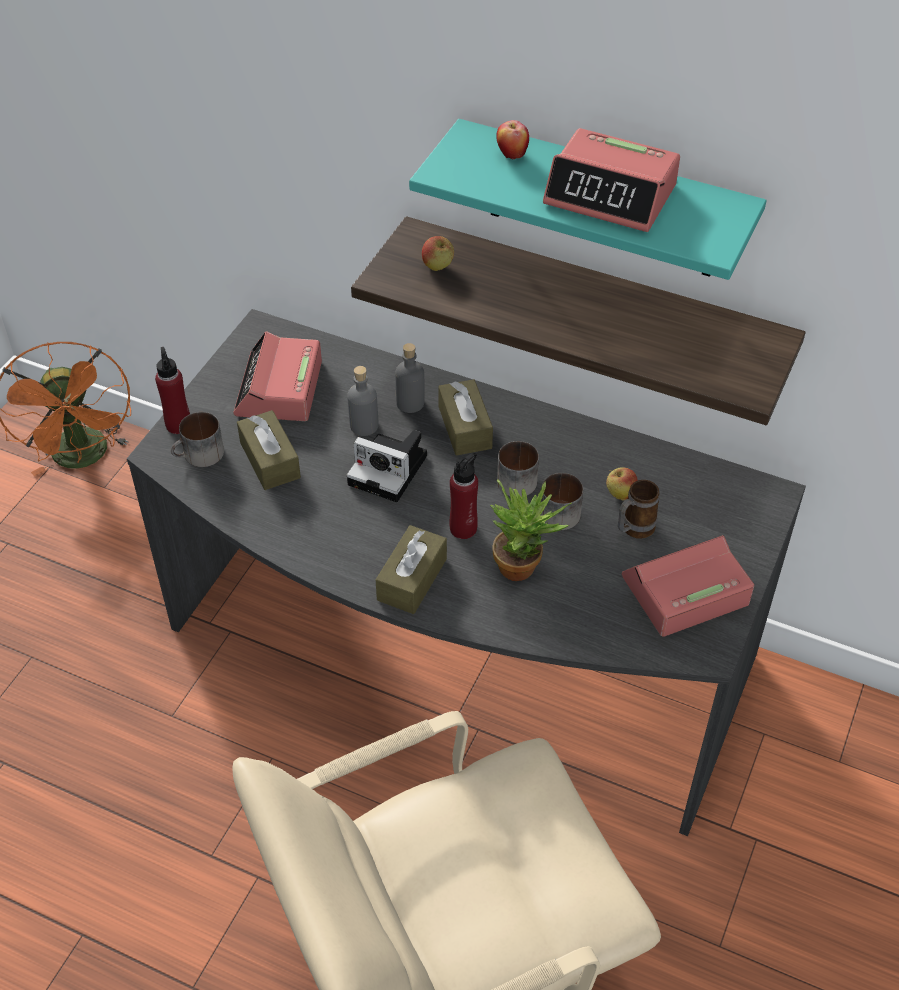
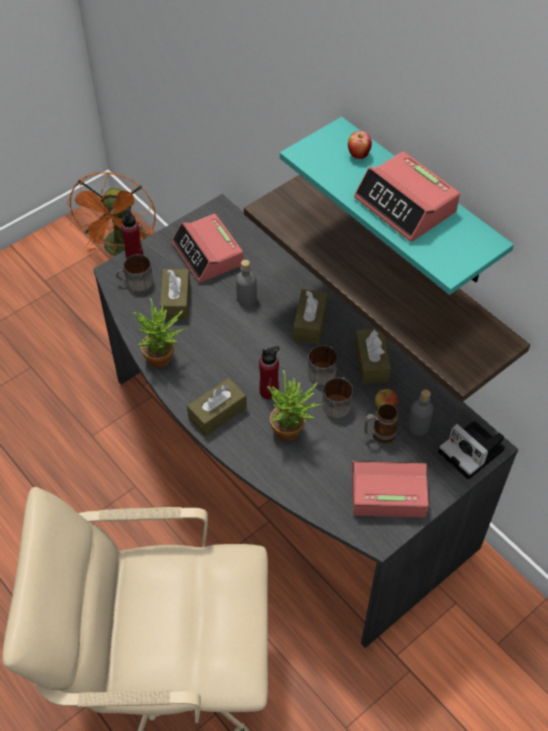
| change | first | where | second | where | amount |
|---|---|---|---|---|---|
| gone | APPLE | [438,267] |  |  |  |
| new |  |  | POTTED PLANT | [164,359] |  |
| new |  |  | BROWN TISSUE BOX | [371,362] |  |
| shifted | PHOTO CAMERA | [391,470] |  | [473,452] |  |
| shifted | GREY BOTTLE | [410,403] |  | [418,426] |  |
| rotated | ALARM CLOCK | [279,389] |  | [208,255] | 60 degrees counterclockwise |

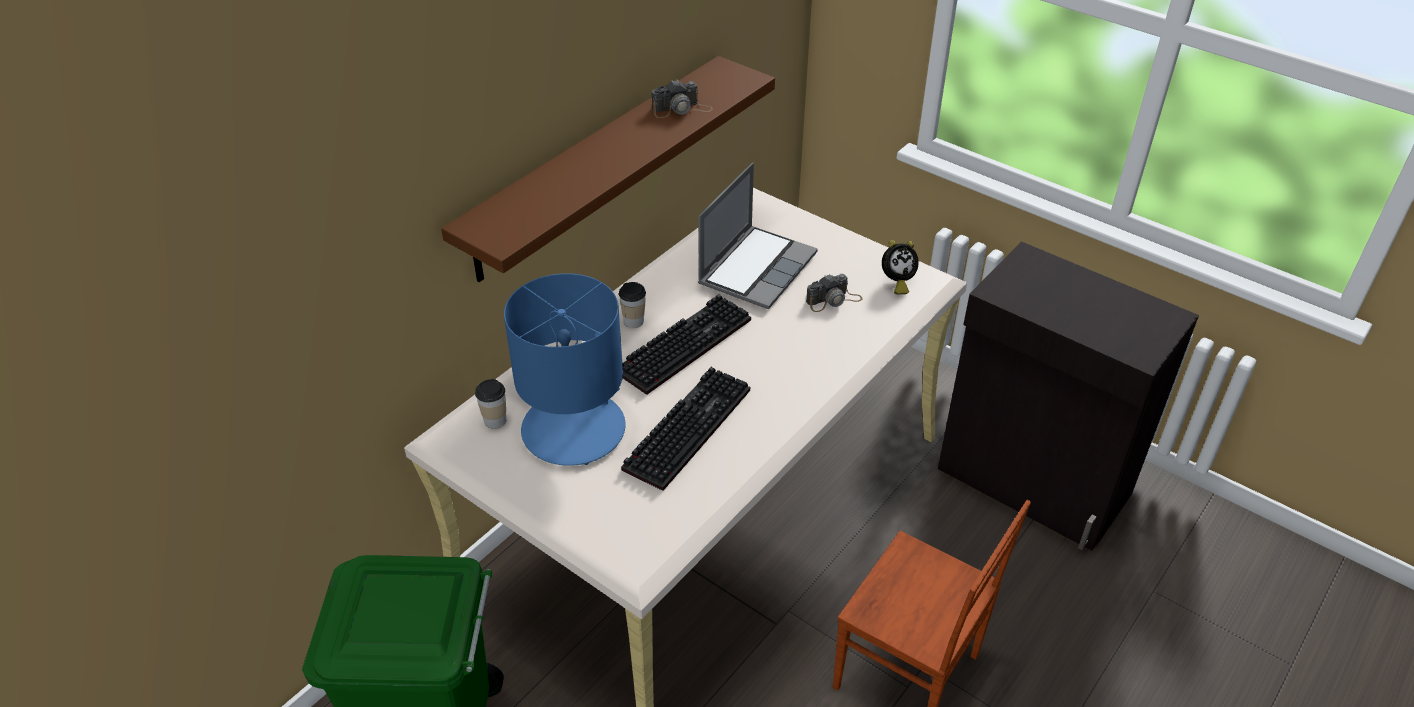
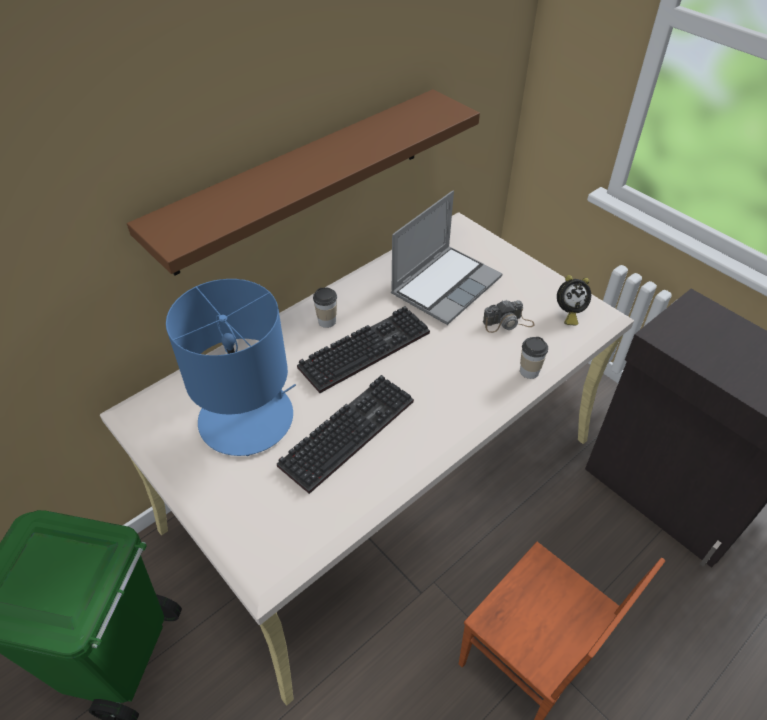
| change | first | where | second | where | amount |
|---|---|---|---|---|---|
| gone | PHOTO CAMERA | [681,109] |  |  |  |
| shifted | CUP | [495,420] |  | [529,371] |  |

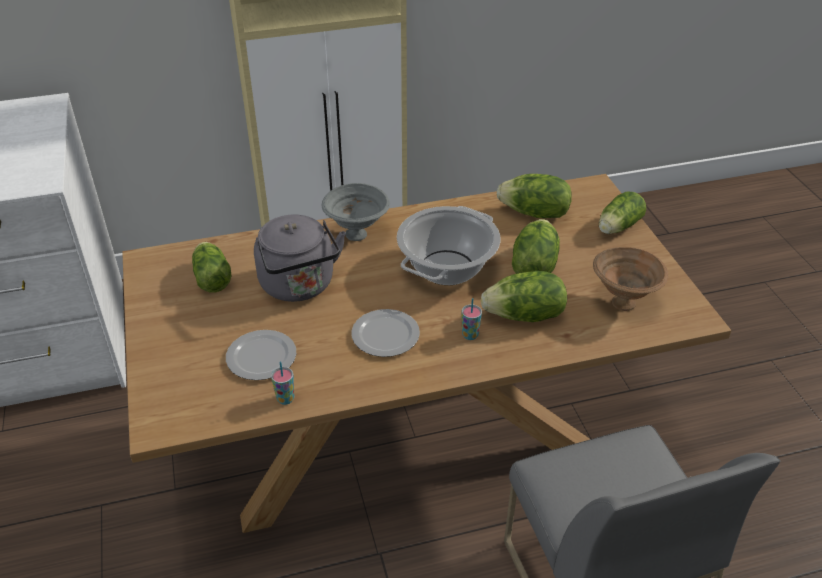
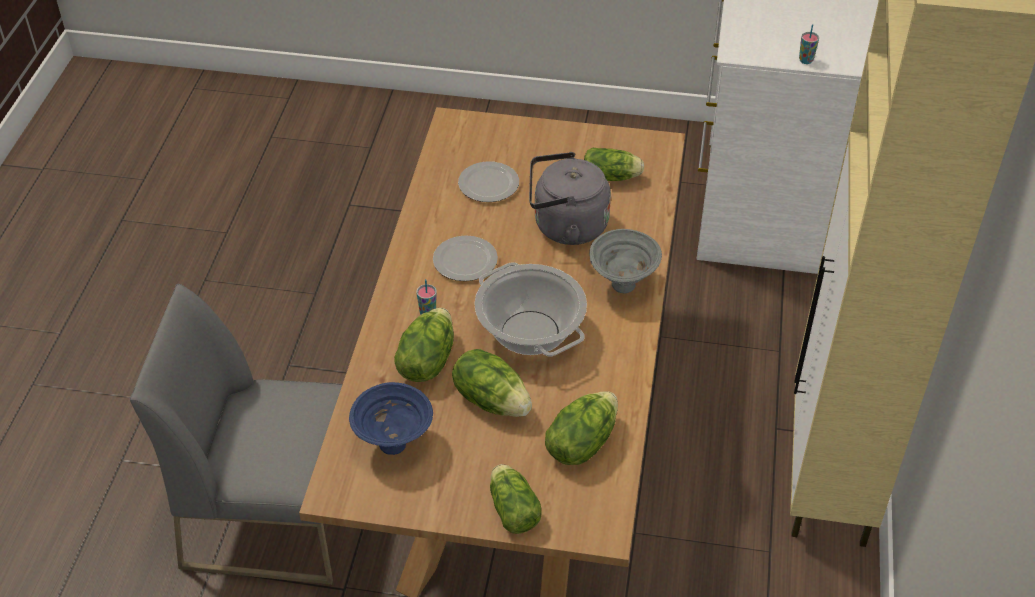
| change | first | where | second | where | amount |
|---|---|---|---|---|---|
| shifted | CUP | [285,399] |  | [805,60] |  |
| repainted | BROWN BOWL | [621,302] | BLUE BOWL | [395,444] |  |

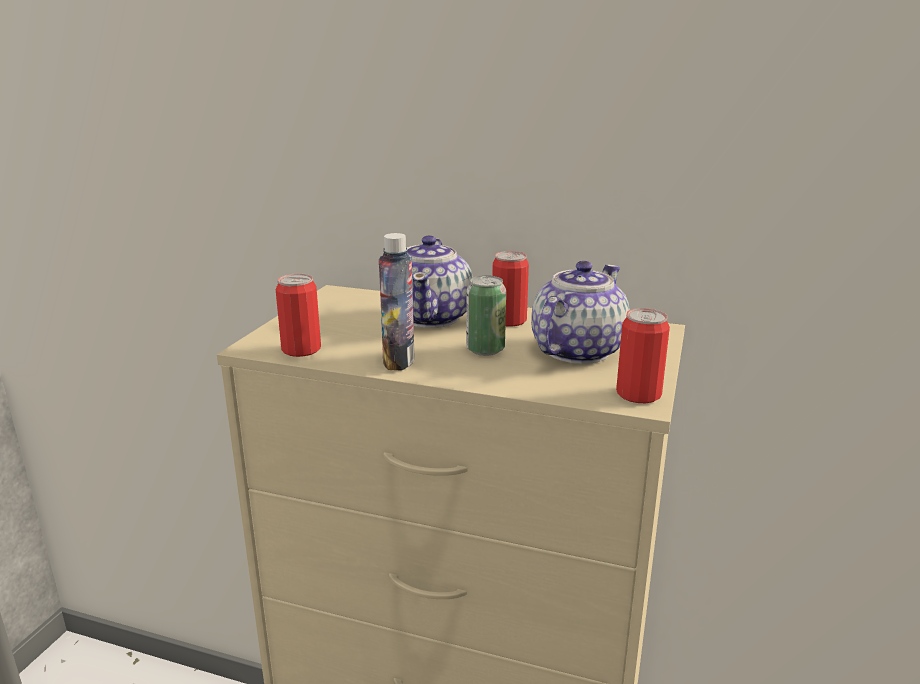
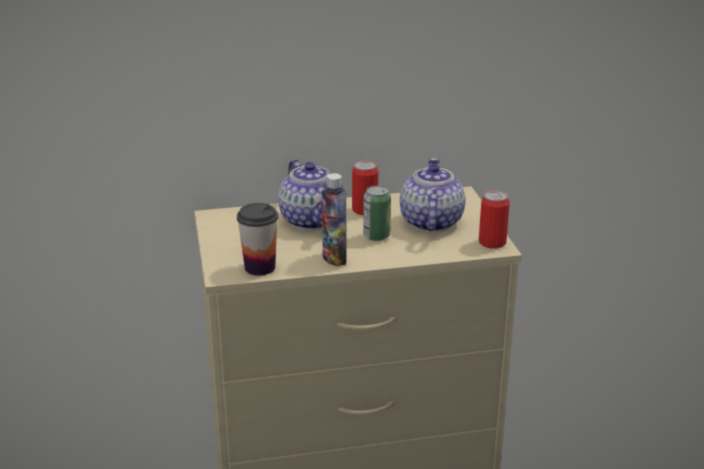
| change | first | where | second | where | amount |
|---|---|---|---|---|---|
| swapped | CAN | [301,349] | CUP | [260,267] |  |

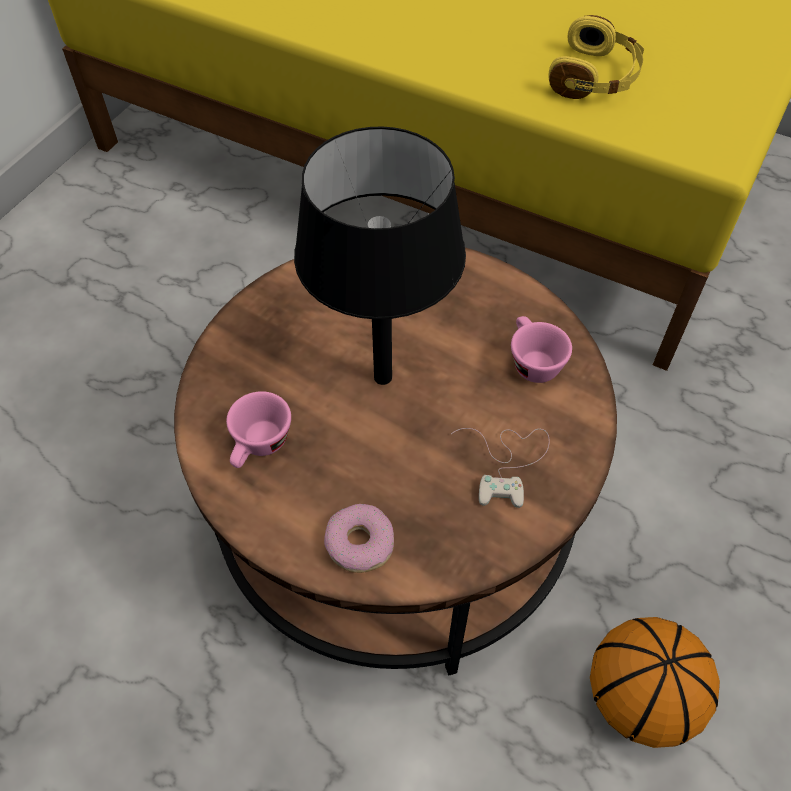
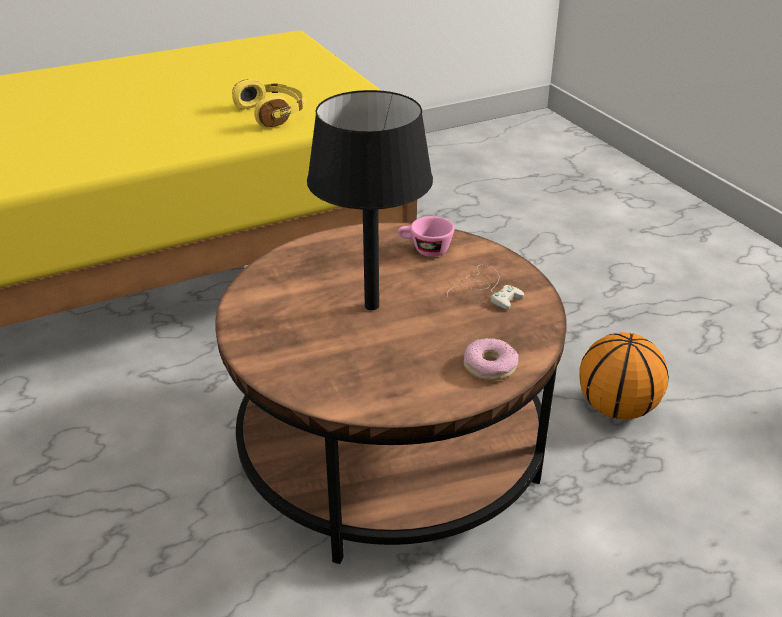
| change | first | where | second | where | amount |
|---|---|---|---|---|---|
| gone | PINK CUP | [260,446] |  |  |  |

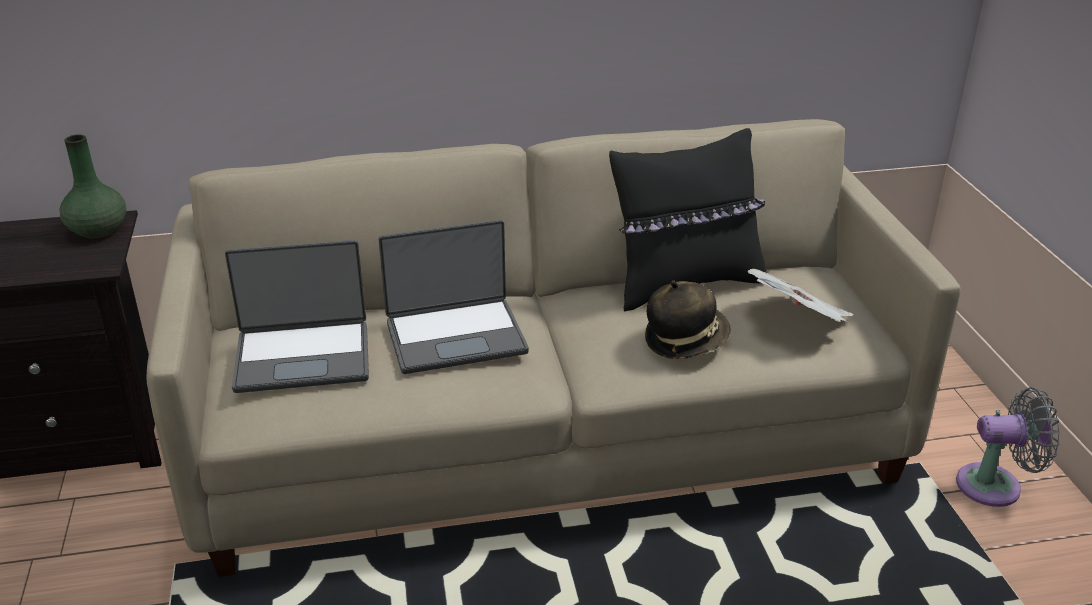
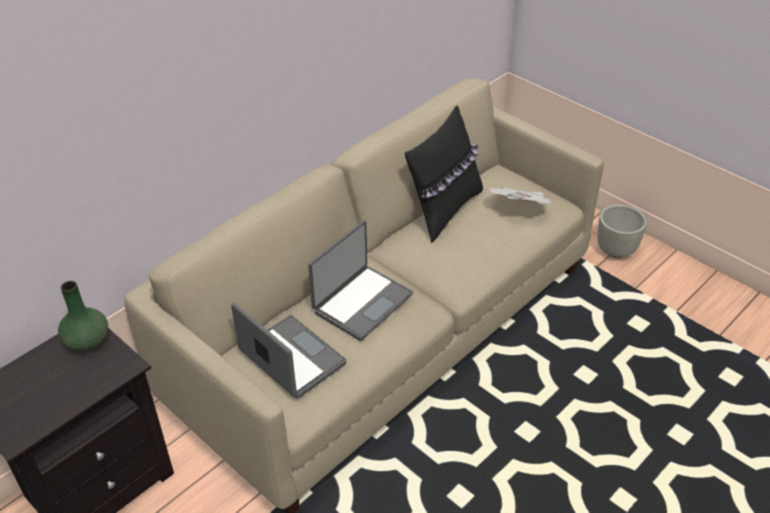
| change | first | where | second | where | amount |
|---|---|---|---|---|---|
| gone | HAT | [685,340] |  |  |  |
| swapped | GREY FAN | [995,485] | GREY PLANTER | [615,250] |  |
| rotated | LAPTOP | [303,356] |  | [290,359] | 90 degrees counterclockwise |

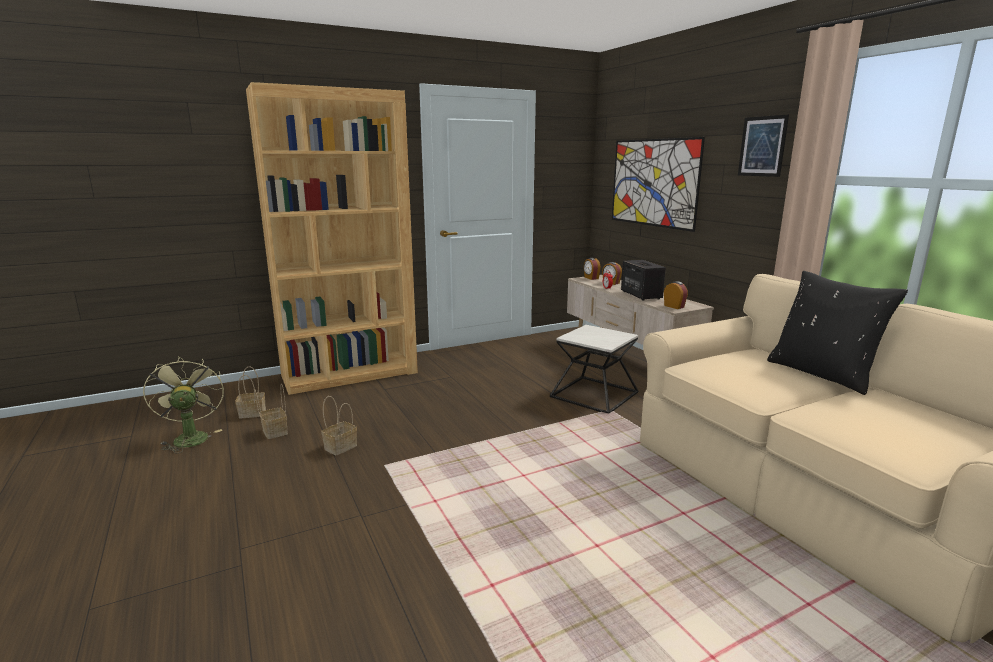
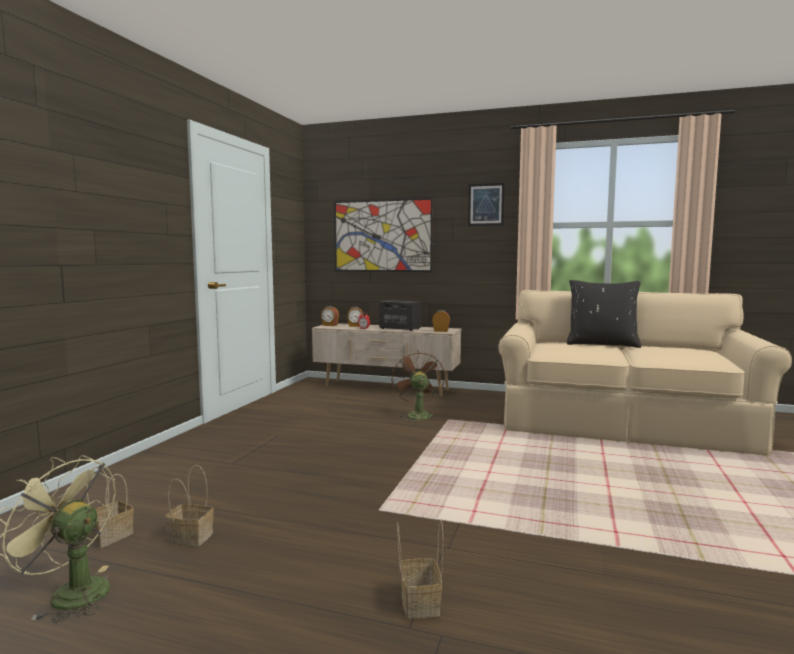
| change | first | where | second | where | amount |
|---|---|---|---|---|---|
| gone | BROWN BOOKCASE | [350,374] |  |  |  |
| shifted | BASKET | [341,446] |  | [419,602] |  |
| swapped | SIDE TABLE | [593,394] | BROWN FAN | [417,415] |  |

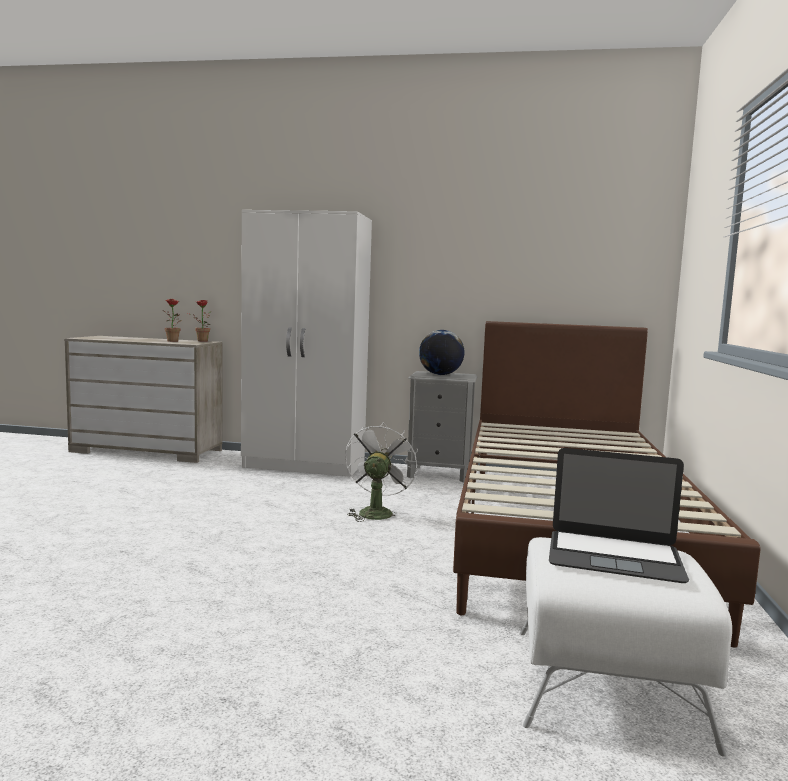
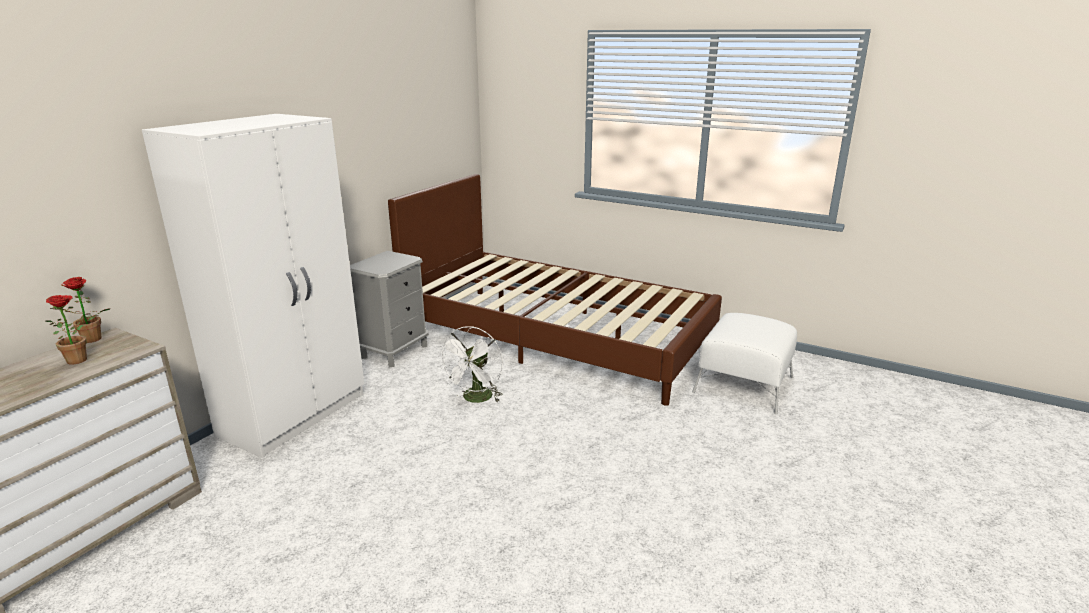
| change | first | where | second | where | amount |
|---|---|---|---|---|---|
| gone | GLOBE | [440,375] |  |  |  |
| gone | LAPTOP | [614,556] |  |  |  |
| rotated | WHITE FAN | [376,512] |  | [475,399] | 105 degrees counterclockwise |

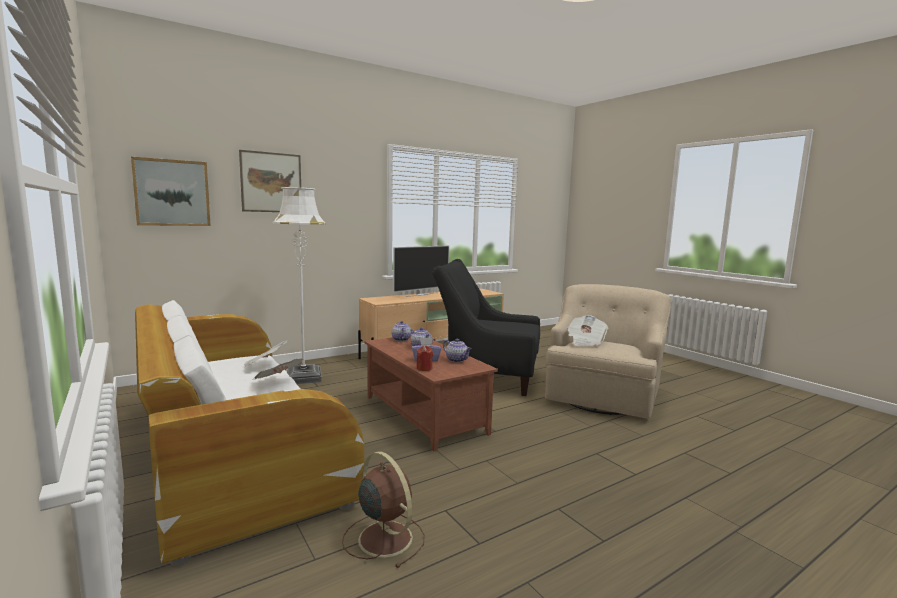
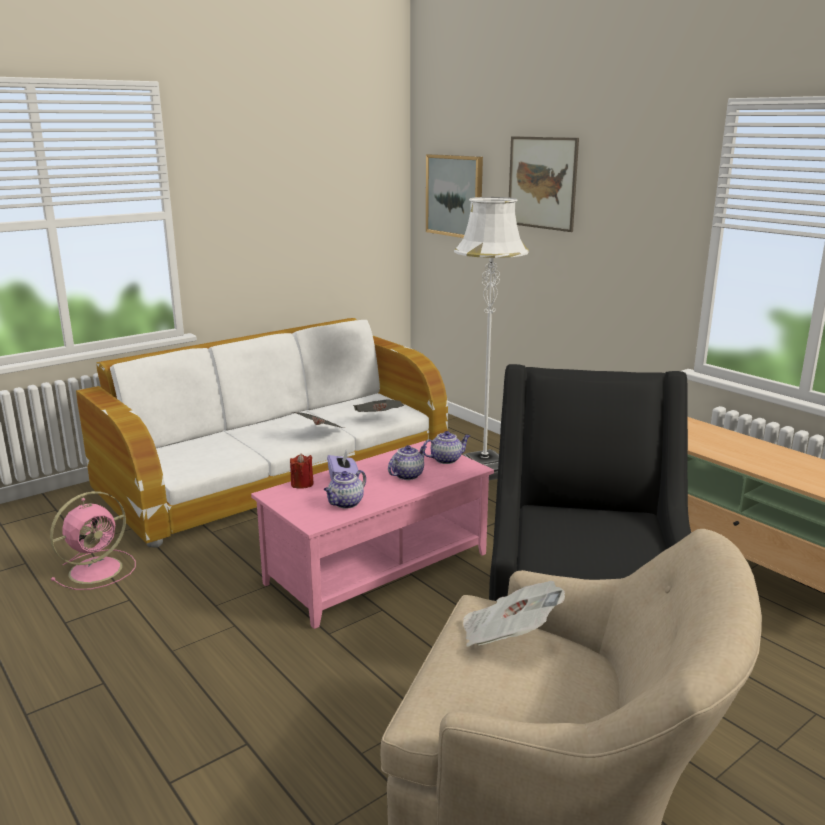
| change | first | where | second | where | amount |
|---|---|---|---|---|---|
| gone | TELEVISION | [419,294] |  |  |  |
| repainted | BROWN FAN | [383,537] | PINK FAN | [98,569] |  |
| repainted | BROWN COFFEE TABLE | [423,415] | PINK COFFEE TABLE | [377,567] |  |

